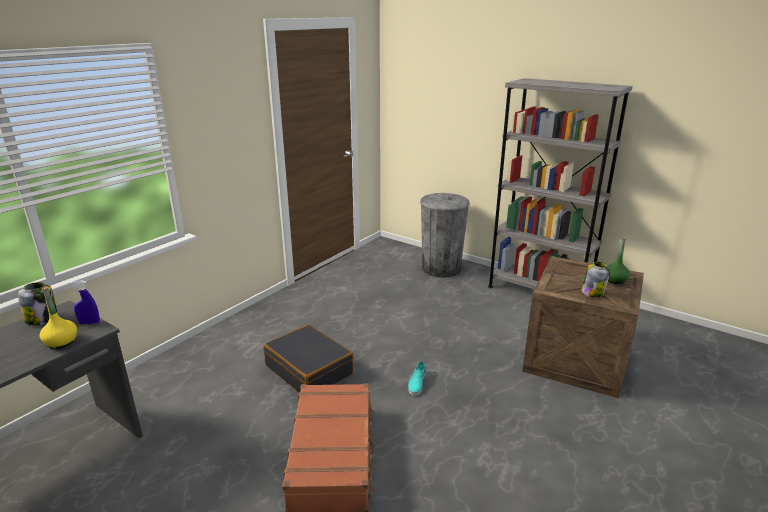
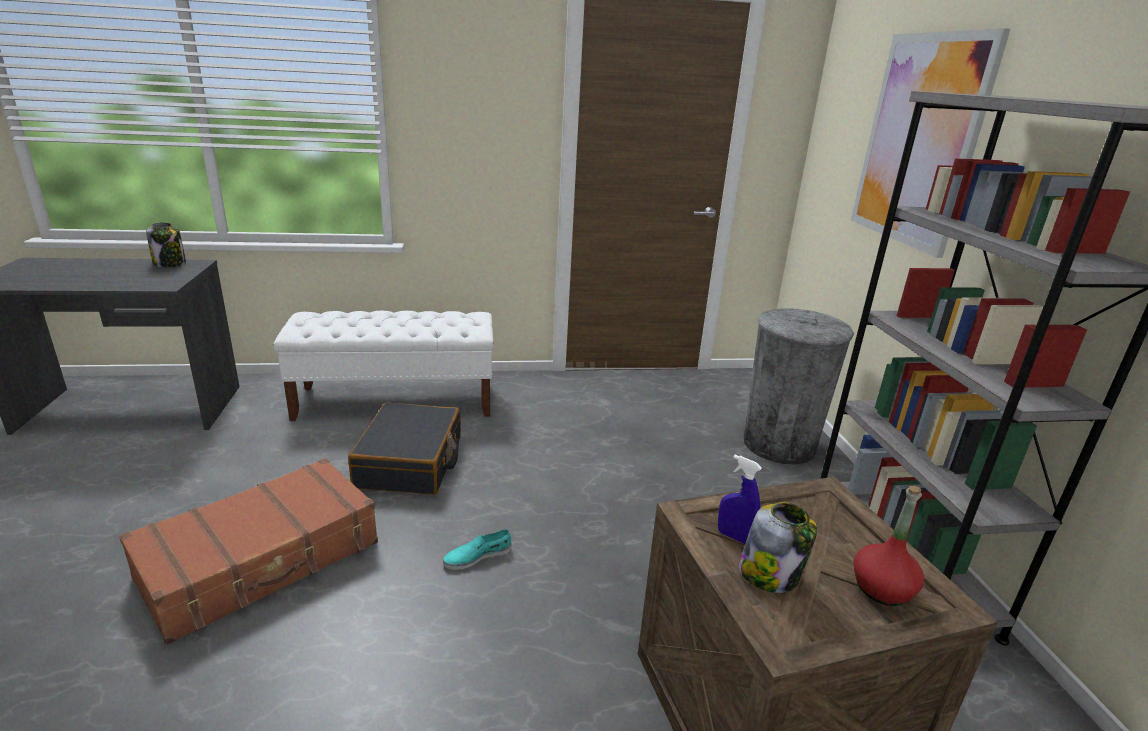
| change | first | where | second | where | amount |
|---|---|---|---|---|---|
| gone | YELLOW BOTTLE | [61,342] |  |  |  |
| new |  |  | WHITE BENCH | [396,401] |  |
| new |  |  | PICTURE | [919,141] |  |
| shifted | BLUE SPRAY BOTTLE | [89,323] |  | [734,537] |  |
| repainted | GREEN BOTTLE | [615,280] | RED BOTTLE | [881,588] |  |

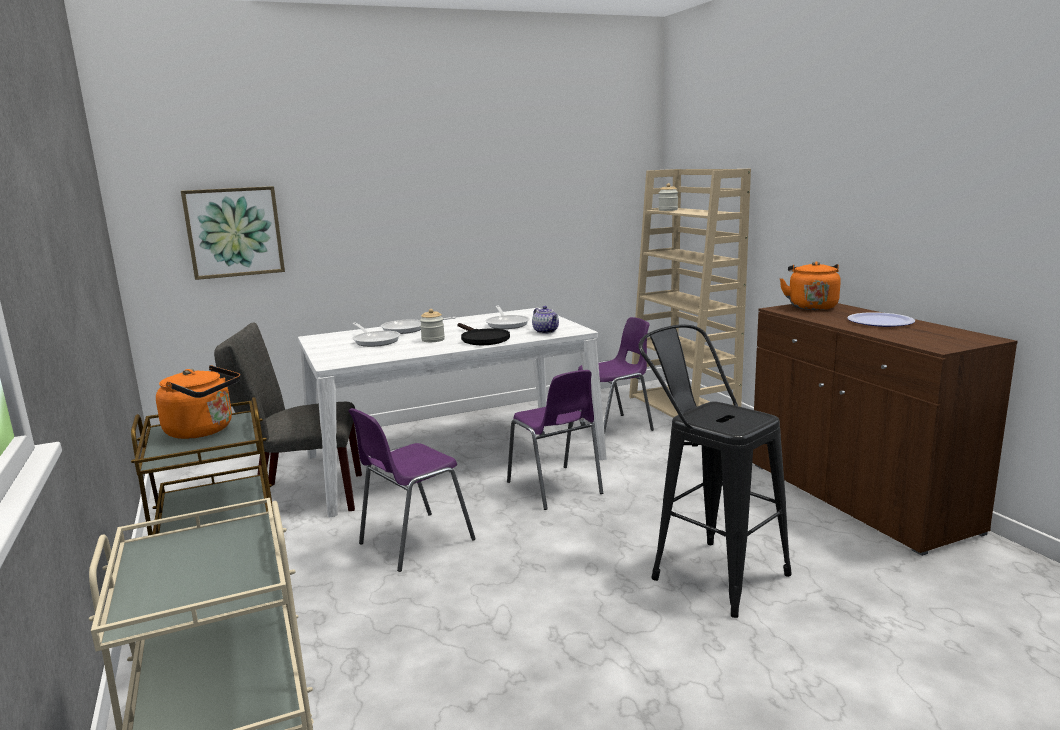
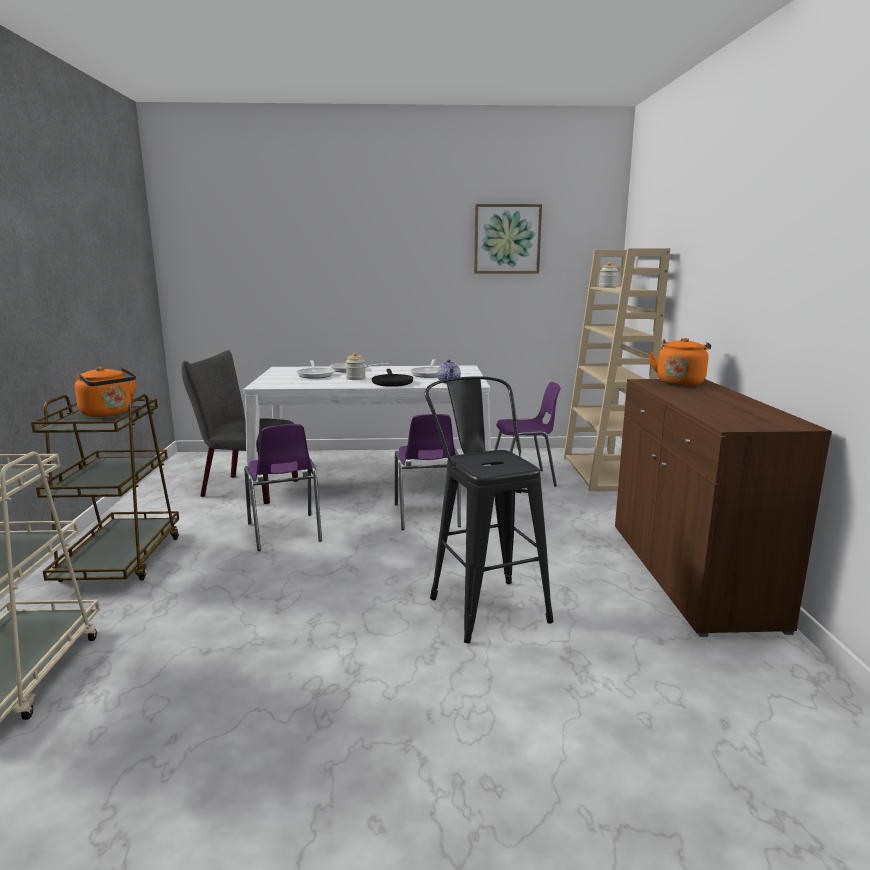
| change | first | where | second | where | amount |
|---|---|---|---|---|---|
| gone | PLATE | [880,321] |  |  |  |
| shifted | PICTURE | [234,232] |  | [507,239] |  |
| rotated | PURPLE CHAIR | [413,542] |  | [284,533] | 90 degrees counterclockwise |

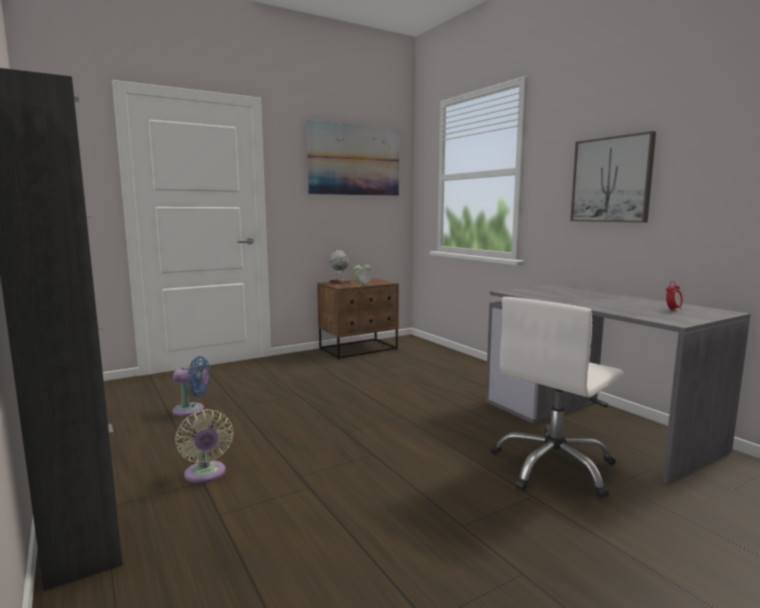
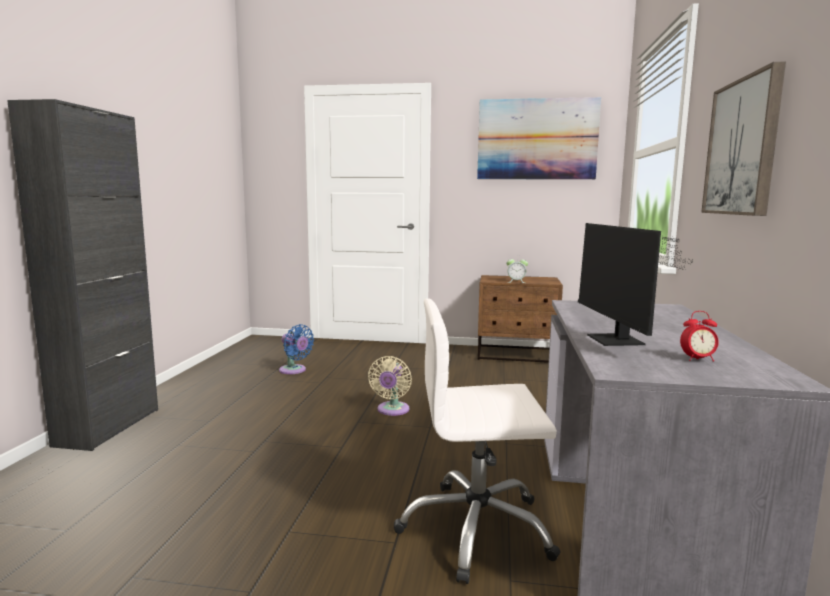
| change | first | where | second | where | amount |
|---|---|---|---|---|---|
| gone | GLOBE | [339,283] |  |  |  |
| new |  |  | MONITOR | [616,342] |  |
| shifted | BEIGE FAN | [205,475] |  | [392,410] |  |

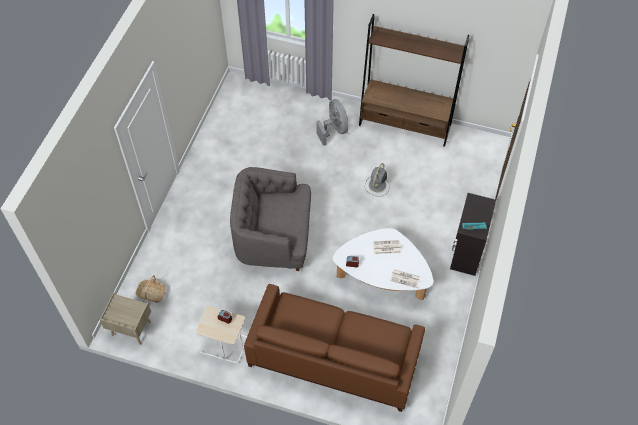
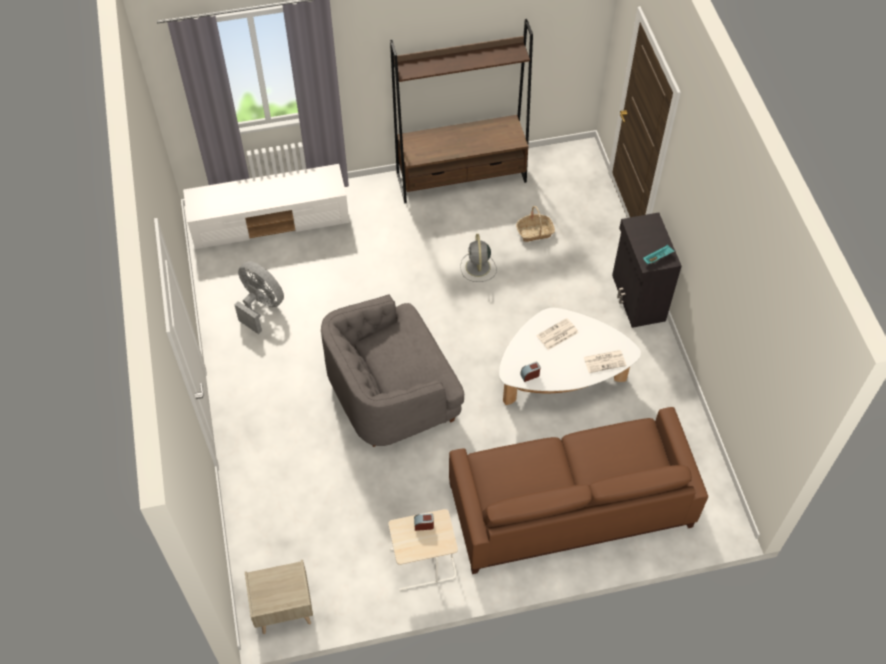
| change | first | where | second | where | amount |
|---|---|---|---|---|---|
| new |  |  | WHITE TV STAND | [271,221] |  |
| shifted | BASKET | [151,293] |  | [535,232] |  |
| shifted | GREY FAN | [334,130] |  | [261,305] |  |

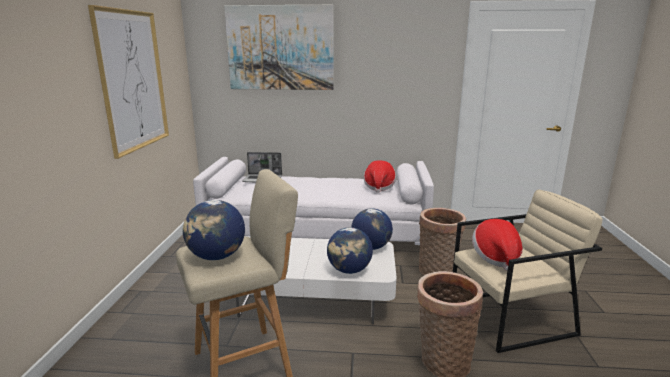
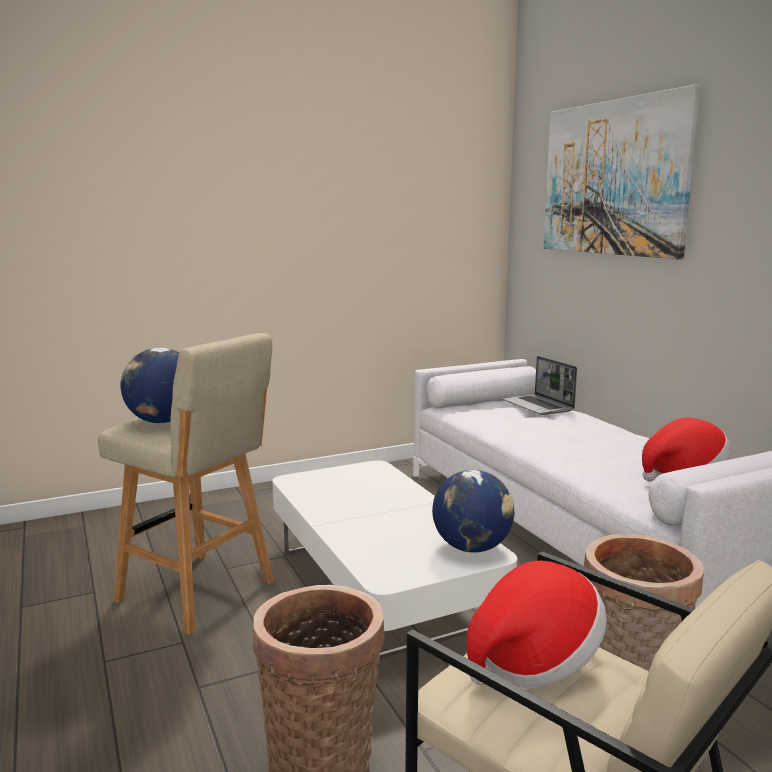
| change | first | where | second | where | amount |
|---|---|---|---|---|---|
| gone | PICTURE | [133,81] |  |  |  |
| gone | GLOBE | [349,270] |  |  |  |

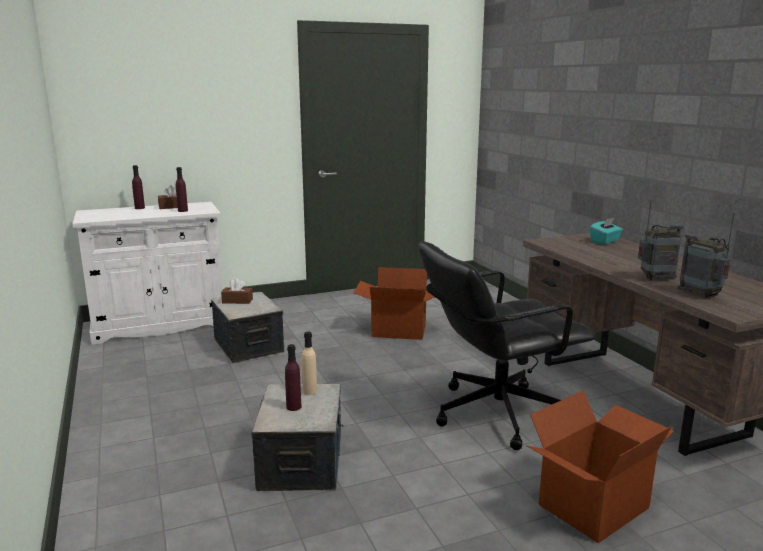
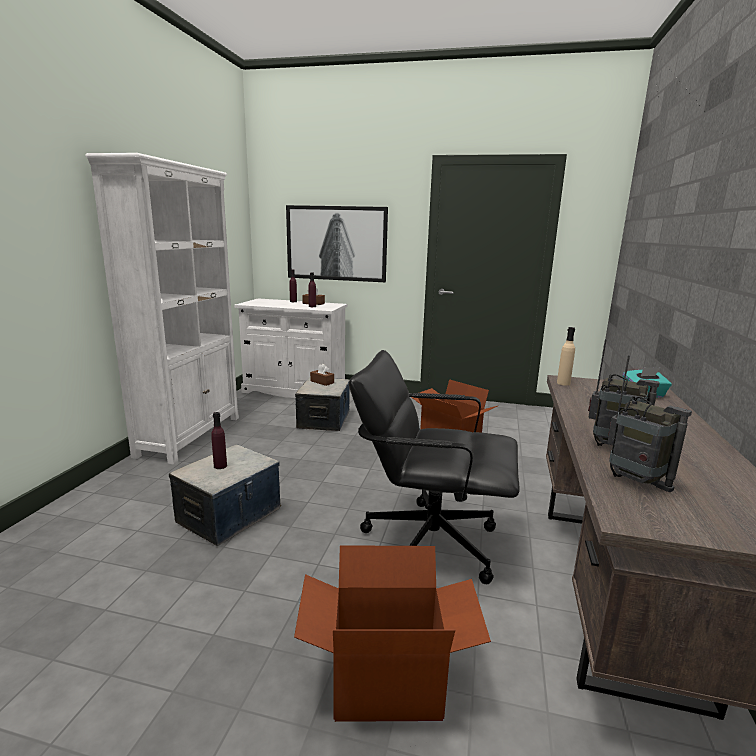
| change | first | where | second | where | amount |
|---|---|---|---|---|---|
| new |  |  | WHITE BOOKCASE | [190,435] |  |
| new |  |  | PICTURE | [336,243] |  |
| shifted | BEIGE BOTTLE | [309,391] |  | [563,383] |  |
| rotated | RADIO | [701,294] |  | [634,481] | 135 degrees clockwise |

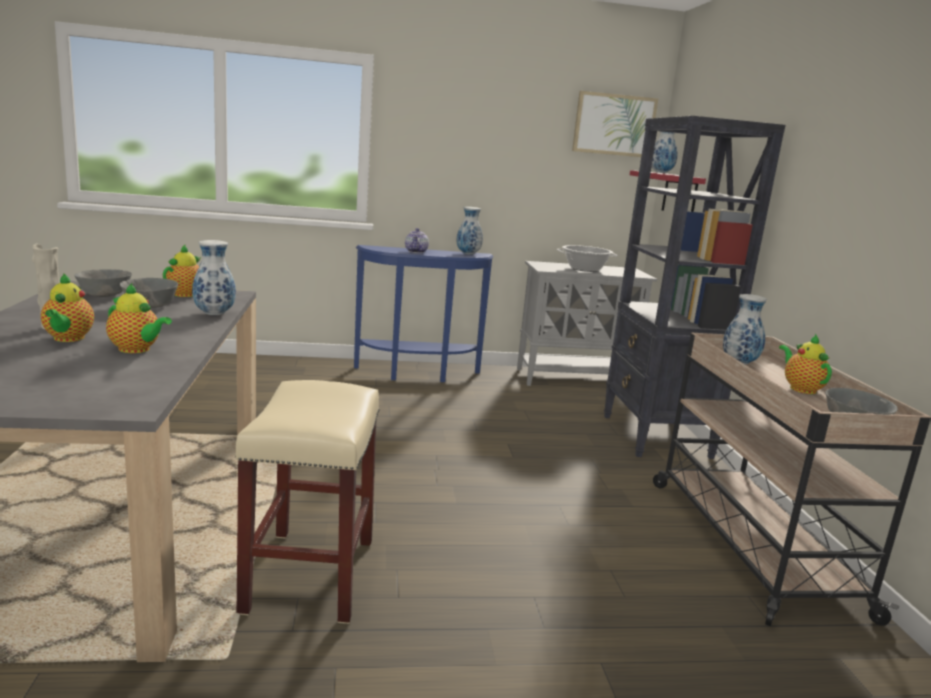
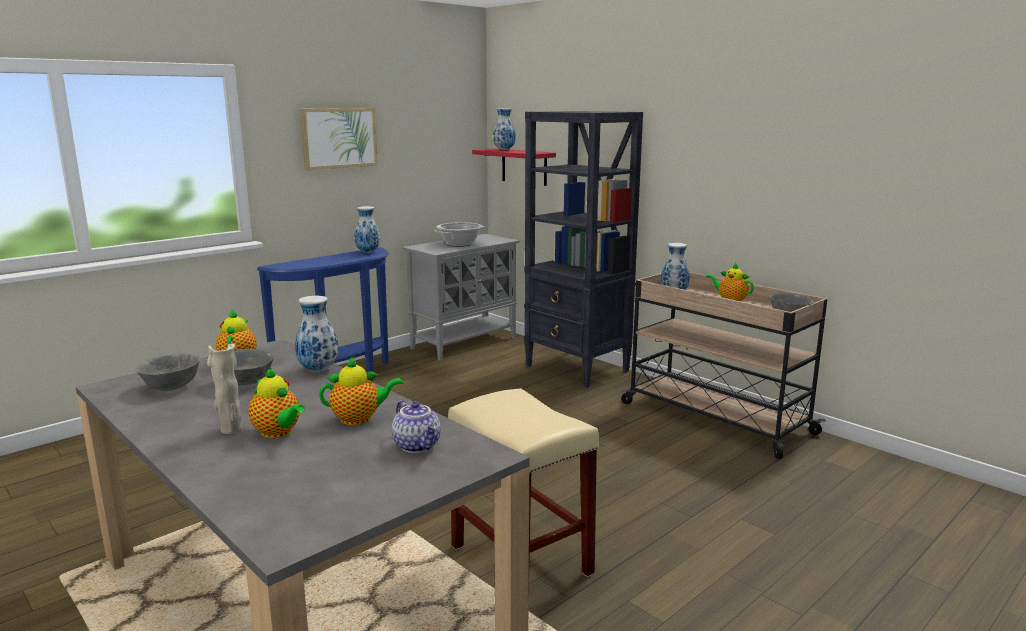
| change | first | where | second | where | amount |
|---|---|---|---|---|---|
| shifted | TEAPOT | [416,252] |  | [418,446] |  |
| shifted | PICTURE | [614,125] |  | [339,138] |  |

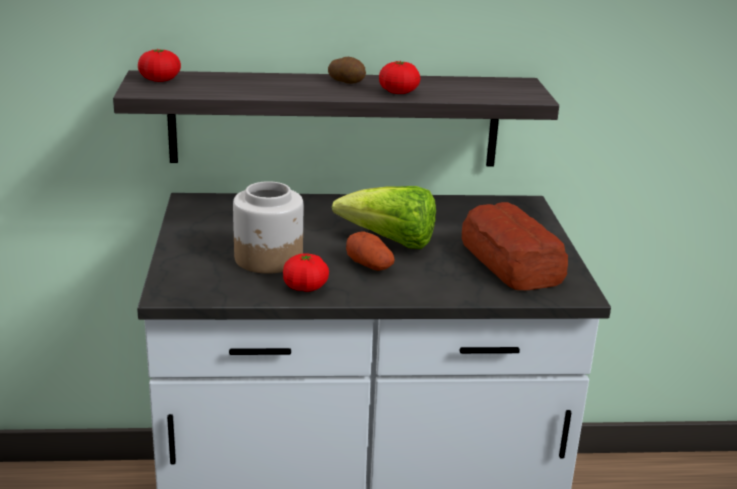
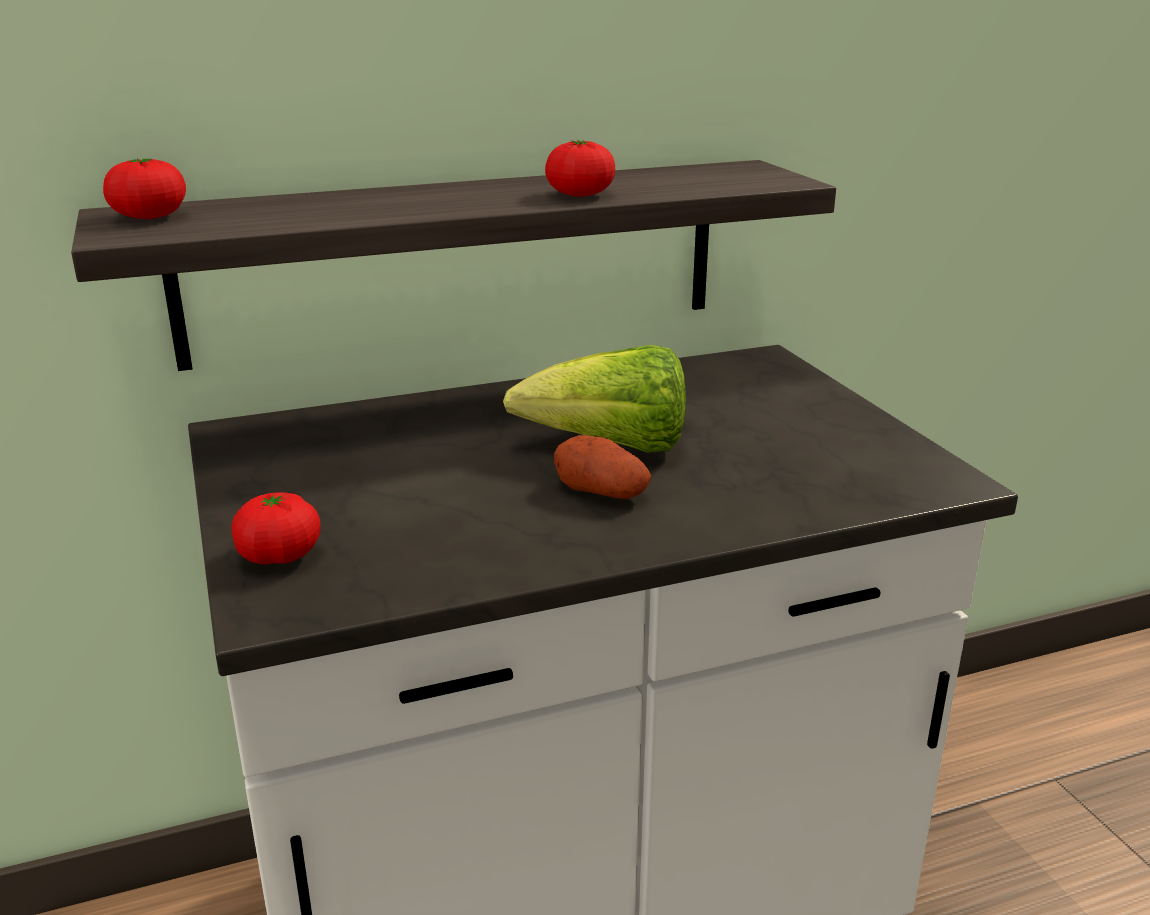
| change | first | where | second | where | amount |
|---|---|---|---|---|---|
| gone | JAR | [269,259] |  |  |  |
| gone | POTATO | [347,82] |  |  |  |
| gone | BREAD | [511,263] |  |  |  |
| shifted | TOMATO | [305,287] |  | [279,556] |  |

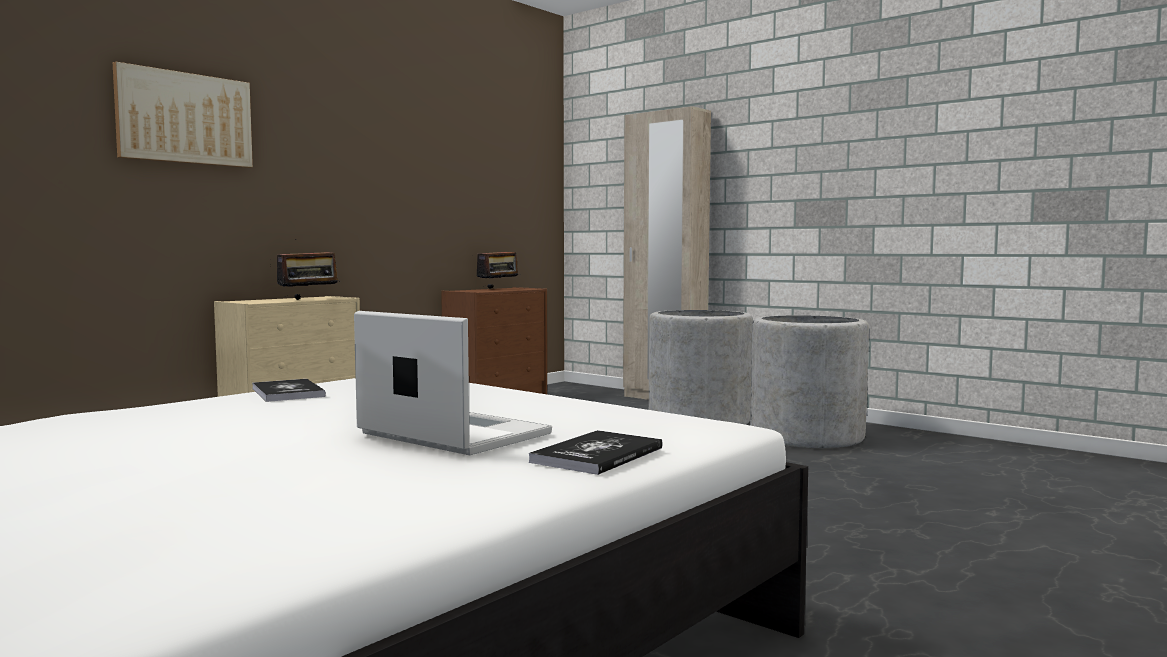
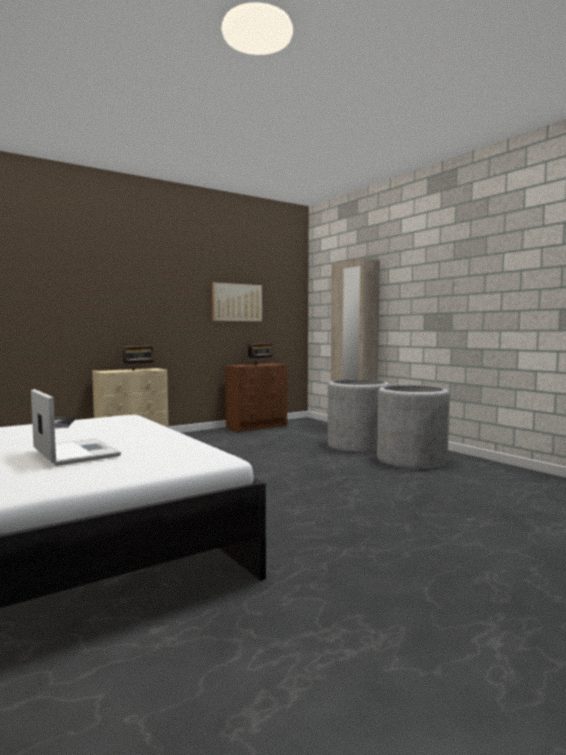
| change | first | where | second | where | amount |
|---|---|---|---|---|---|
| gone | BOOK | [597,455] |  |  |  |
| shifted | PICTURE | [184,118] |  | [236,302] |  |

